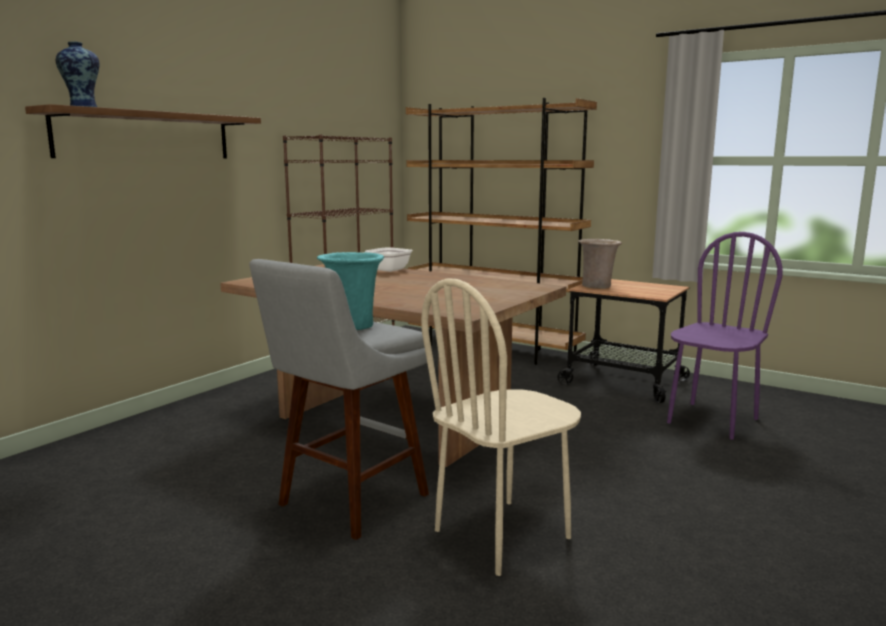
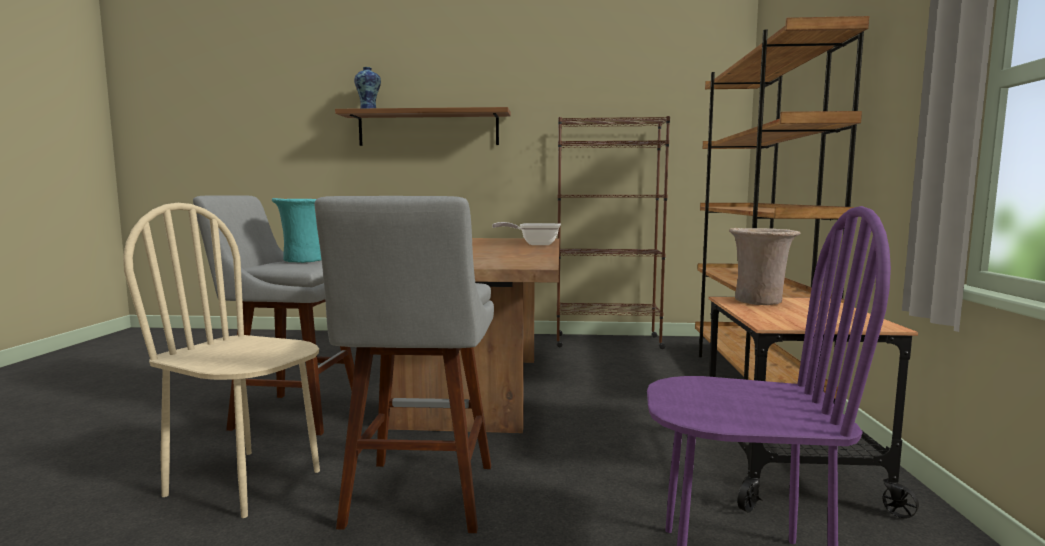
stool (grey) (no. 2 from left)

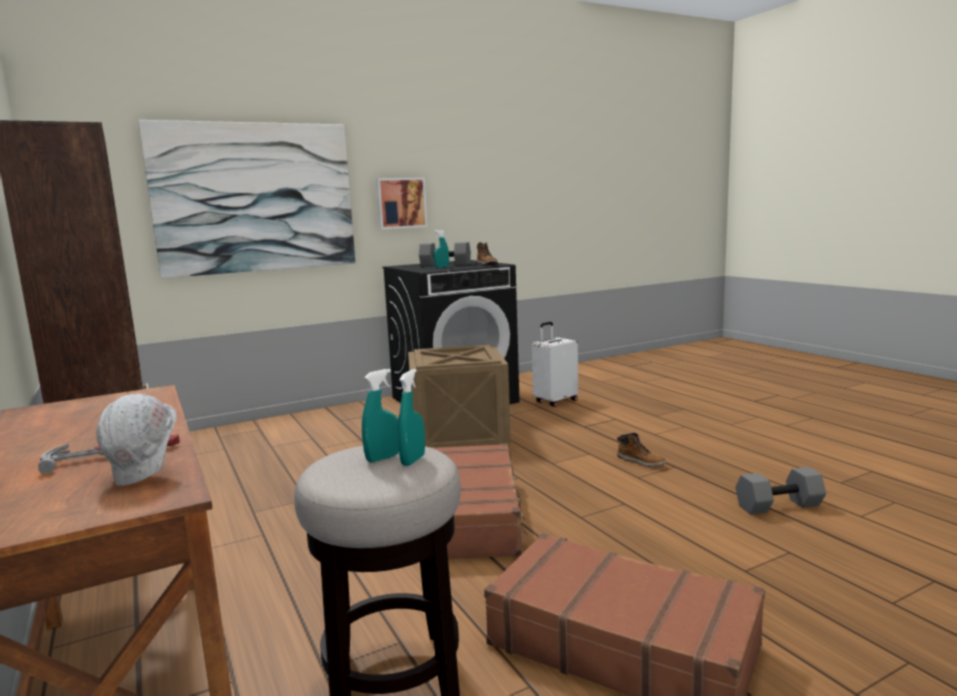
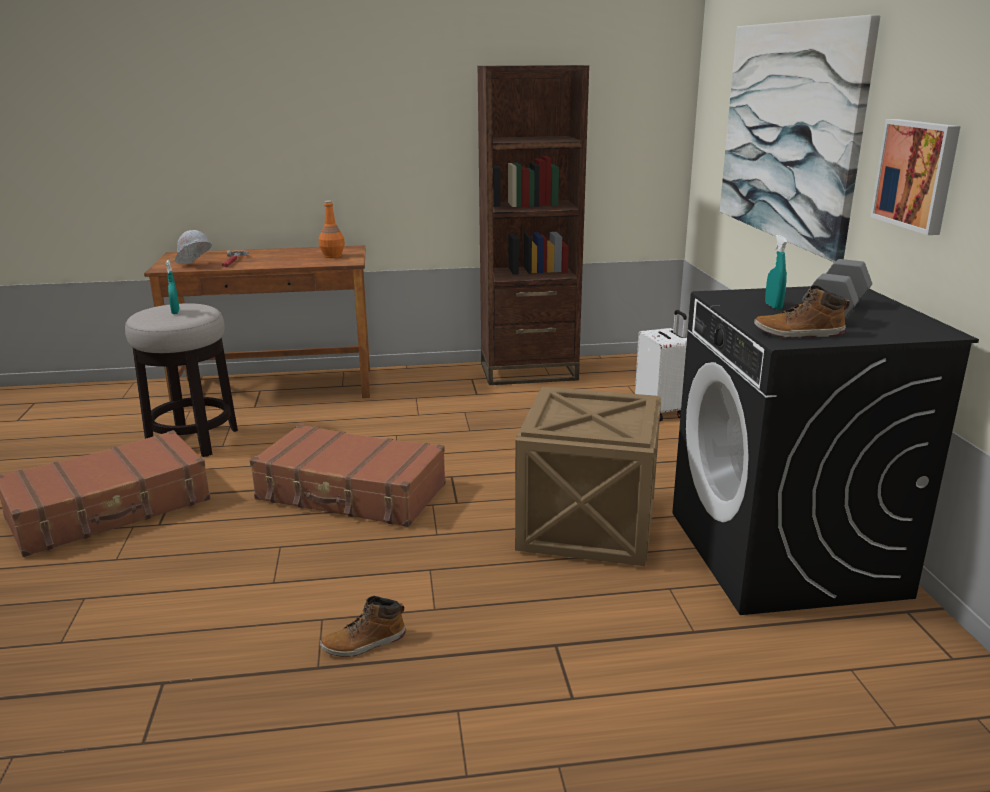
suitcase (white)
spray bottle (turquoise) (no. 2 from left in the first image)
dumbbell (grey) (no. 2 from left in the first image)
bottle (orange)

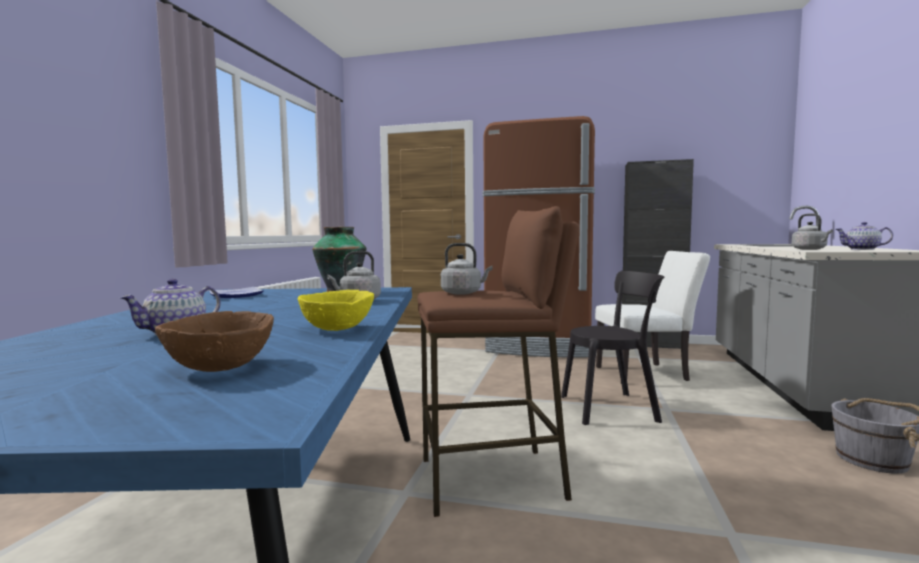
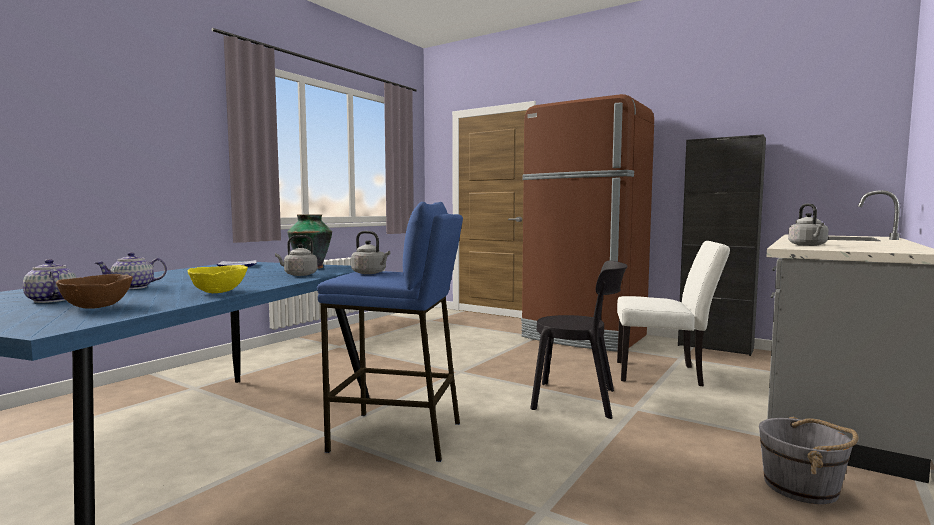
stool (blue)
teapot (no. 1 from left)

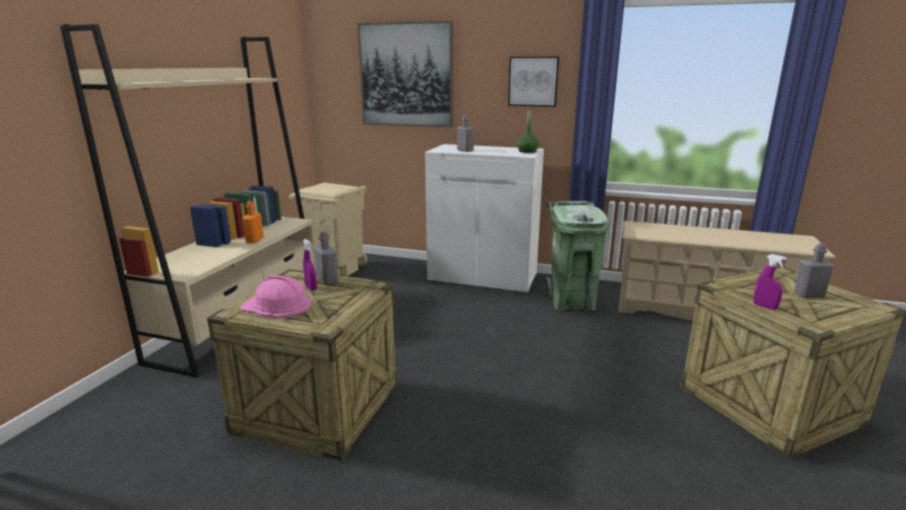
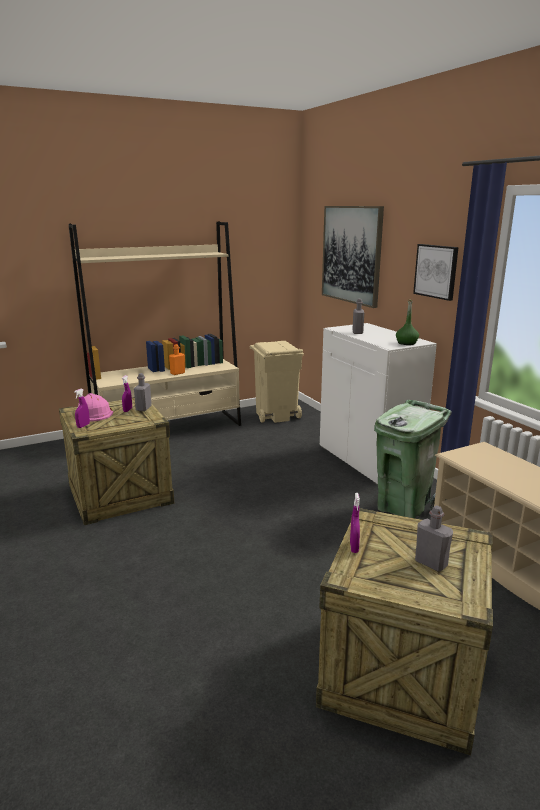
spray bottle (purple) (no. 1 from left)

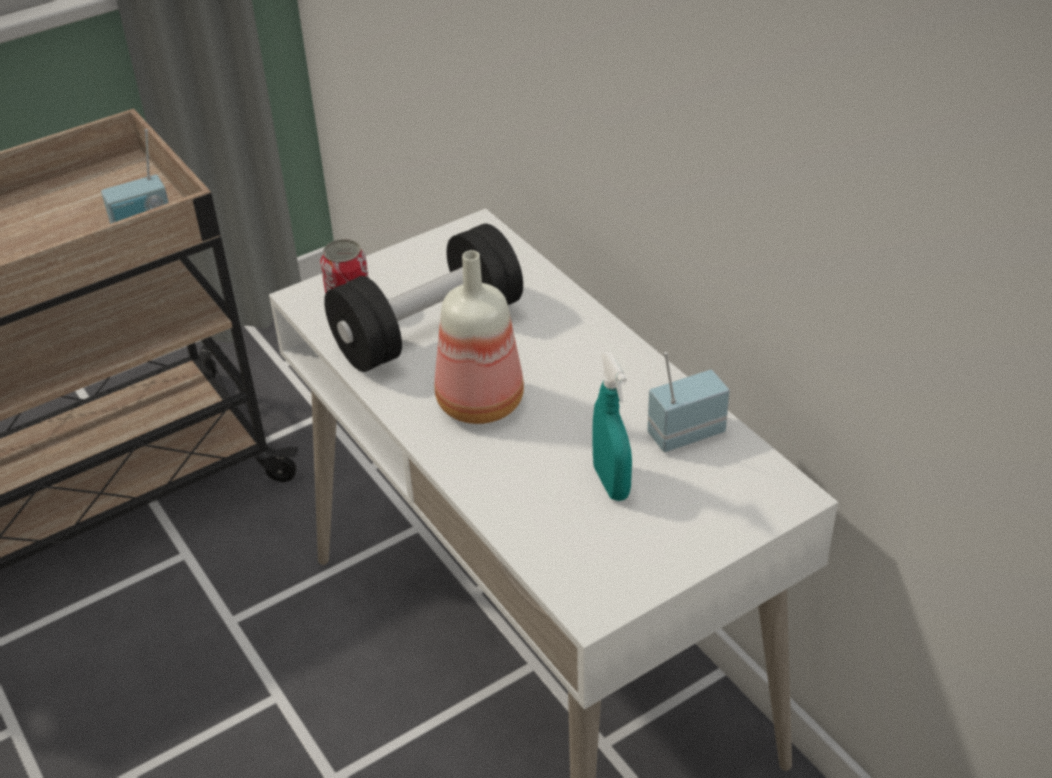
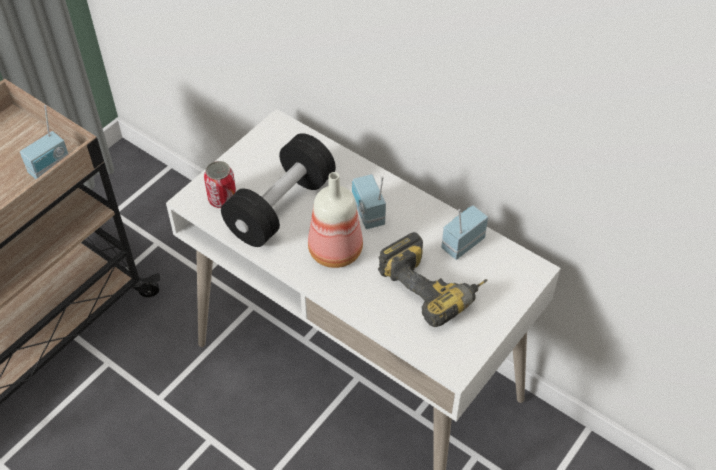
power drill
radio (no. 2 from left)

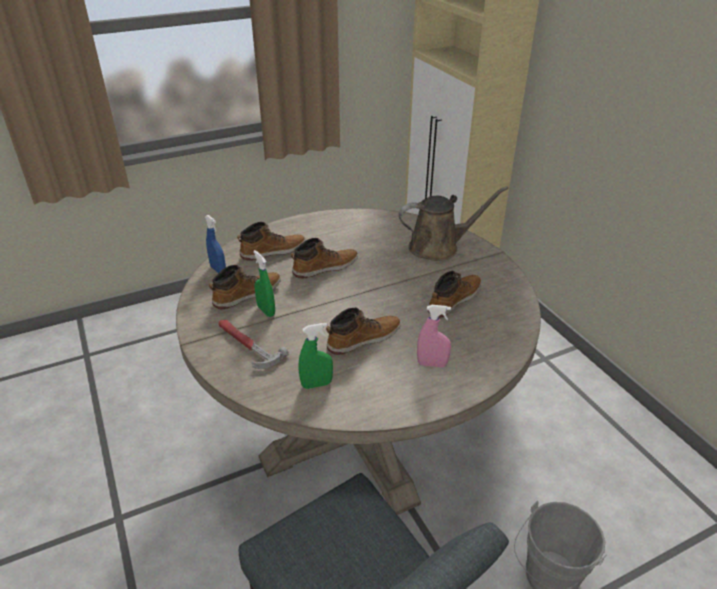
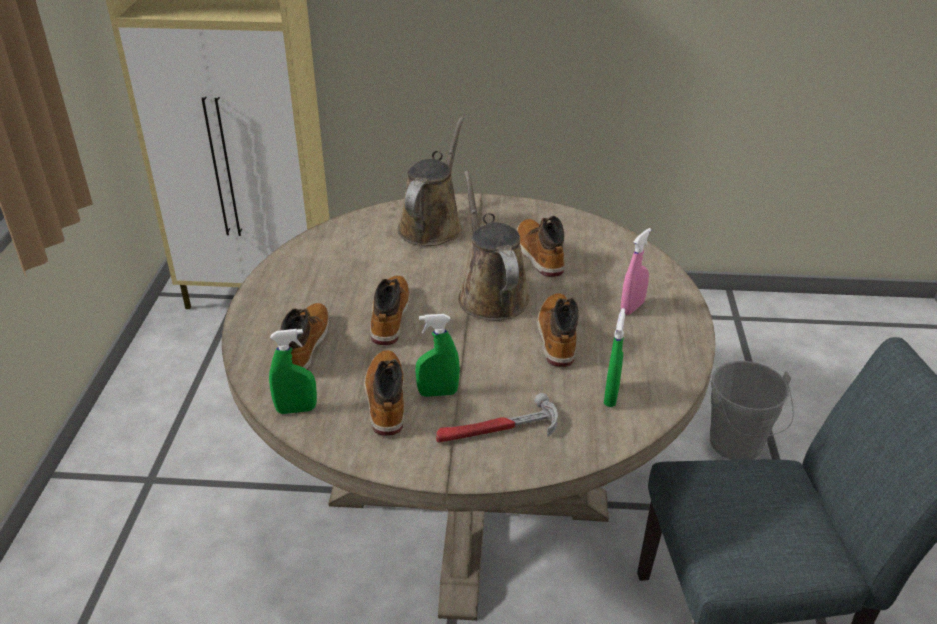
spray bottle (green) (no. 1 from left)
watering can (brown) (no. 2 from left)

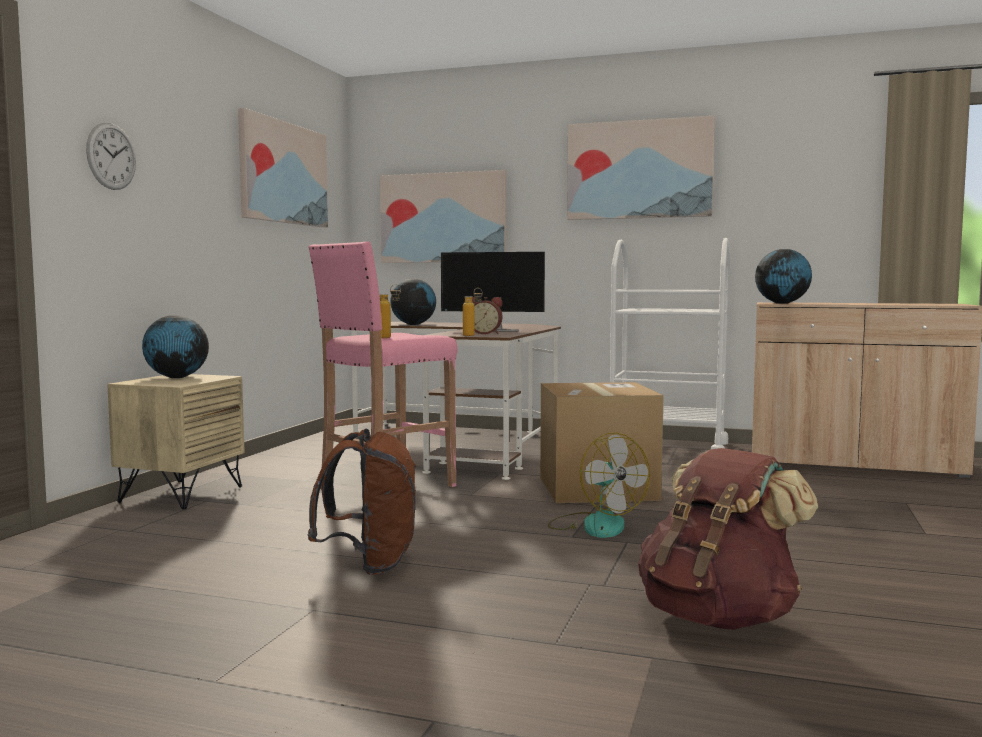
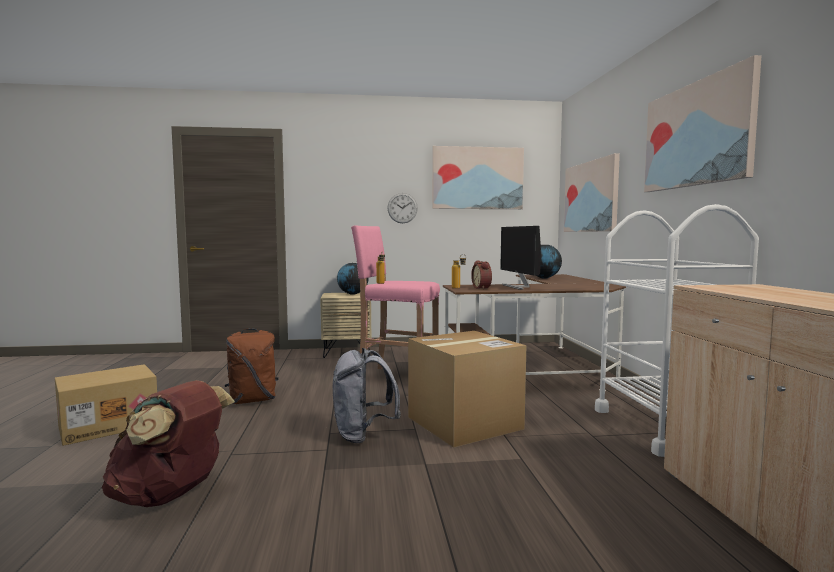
wall clock
globe (no. 3 from left in the first image)
backpack (grey)
cardboard box (no. 1 from left)

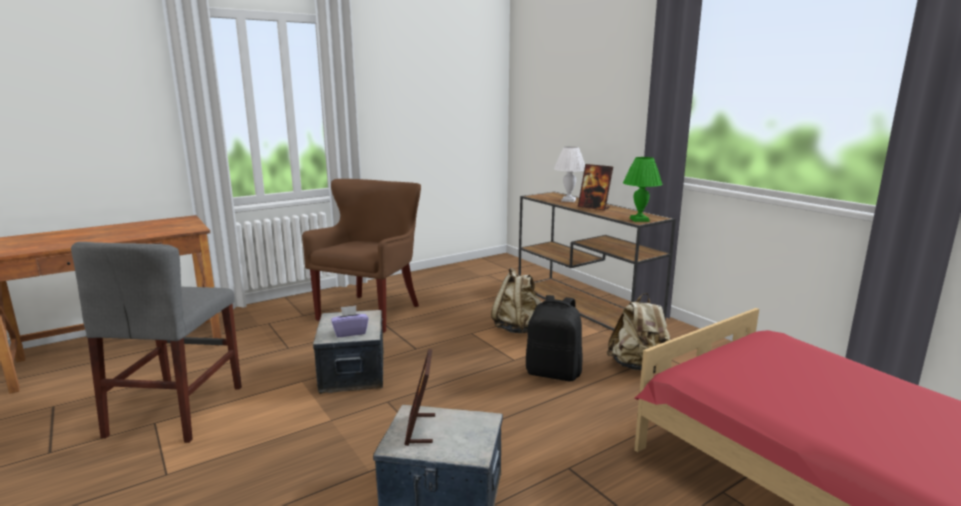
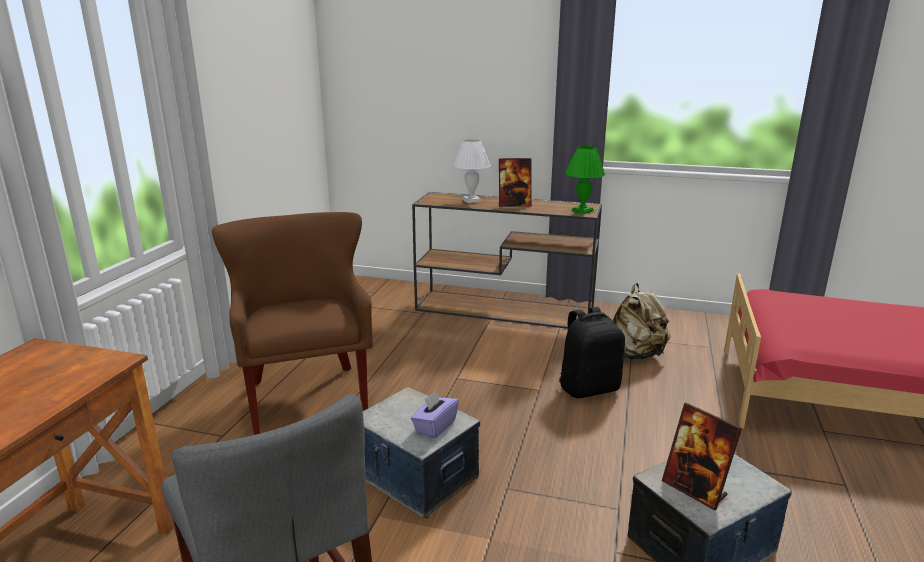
backpack (beige) (no. 1 from left in the first image)

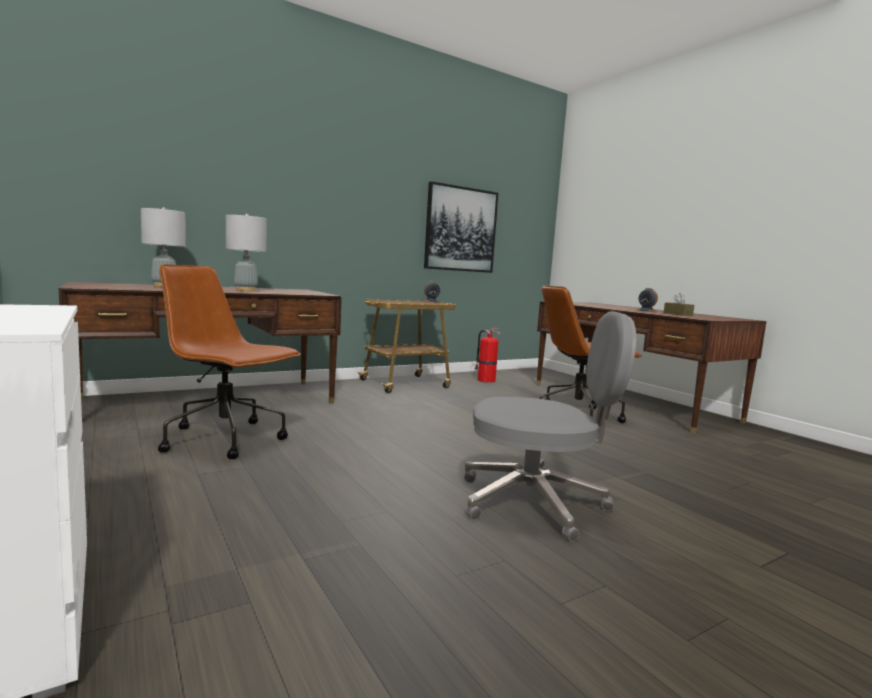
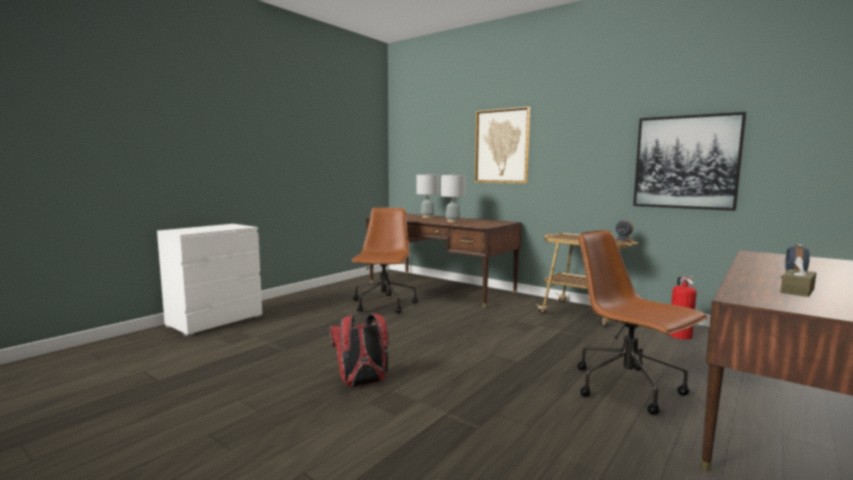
backpack (red)
picture (no. 1 from left)

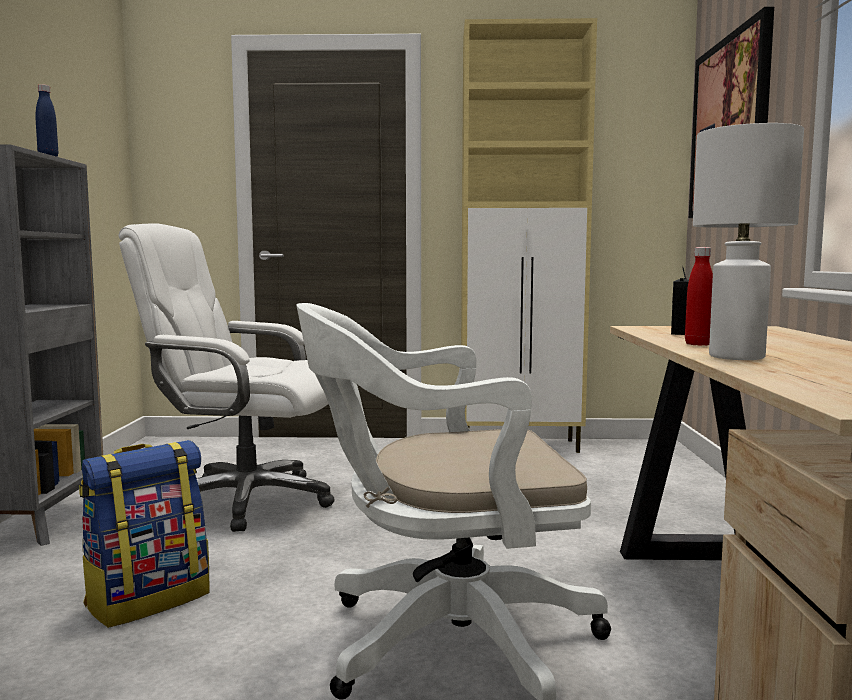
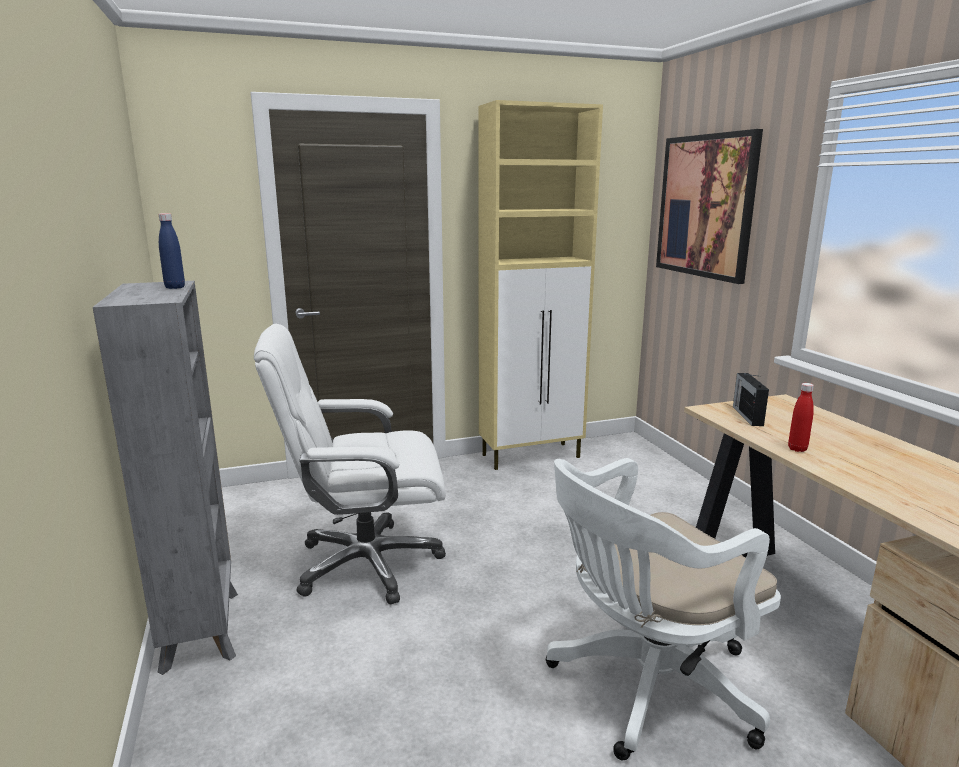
table lamp (white)
backpack

